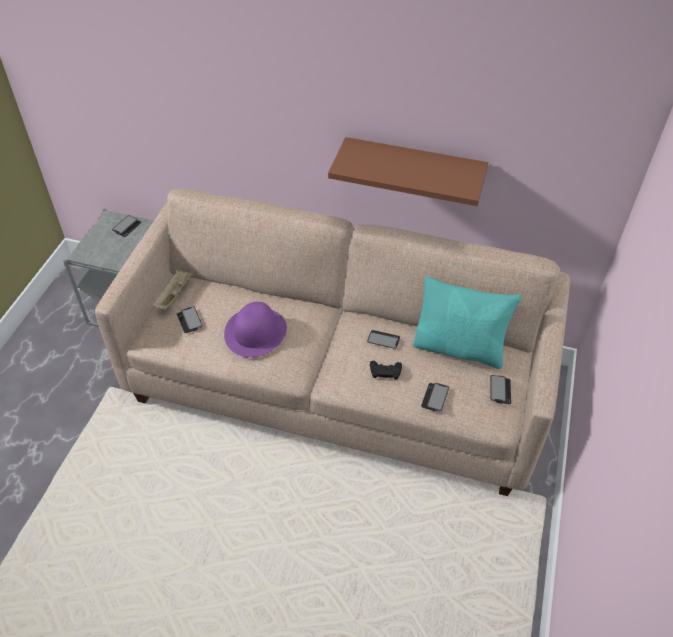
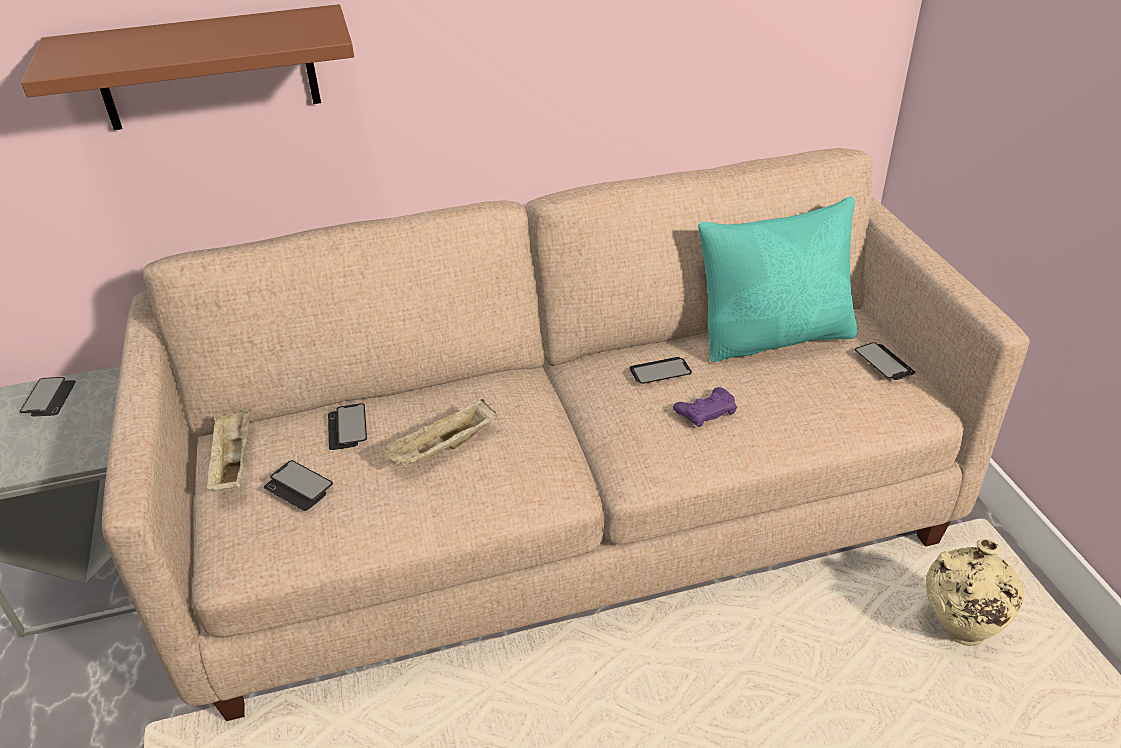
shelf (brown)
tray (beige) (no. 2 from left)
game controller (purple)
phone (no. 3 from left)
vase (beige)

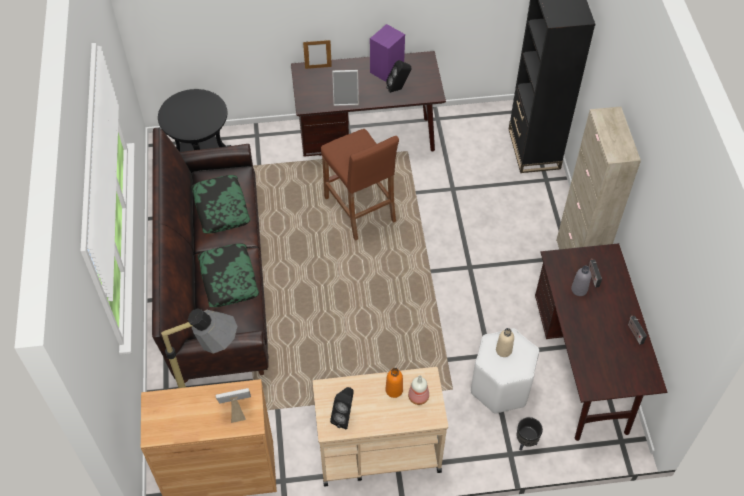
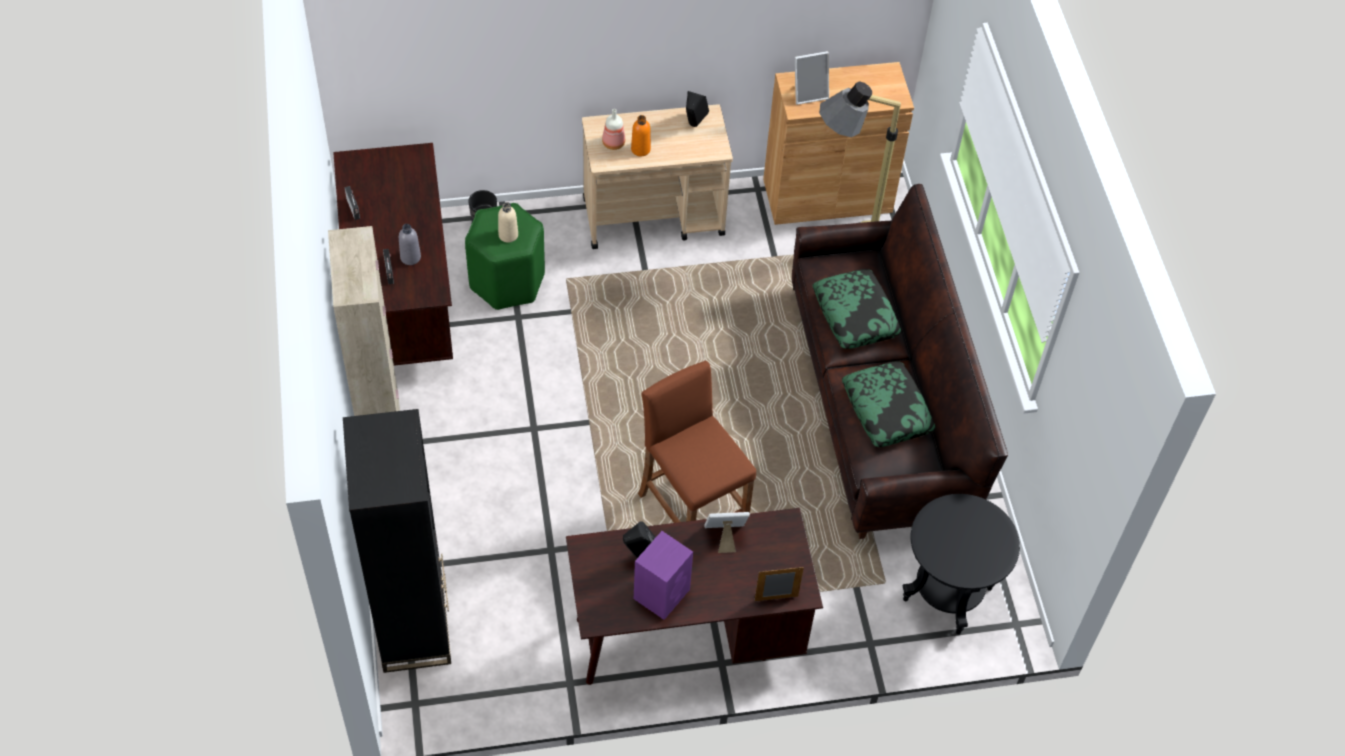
stool (green)

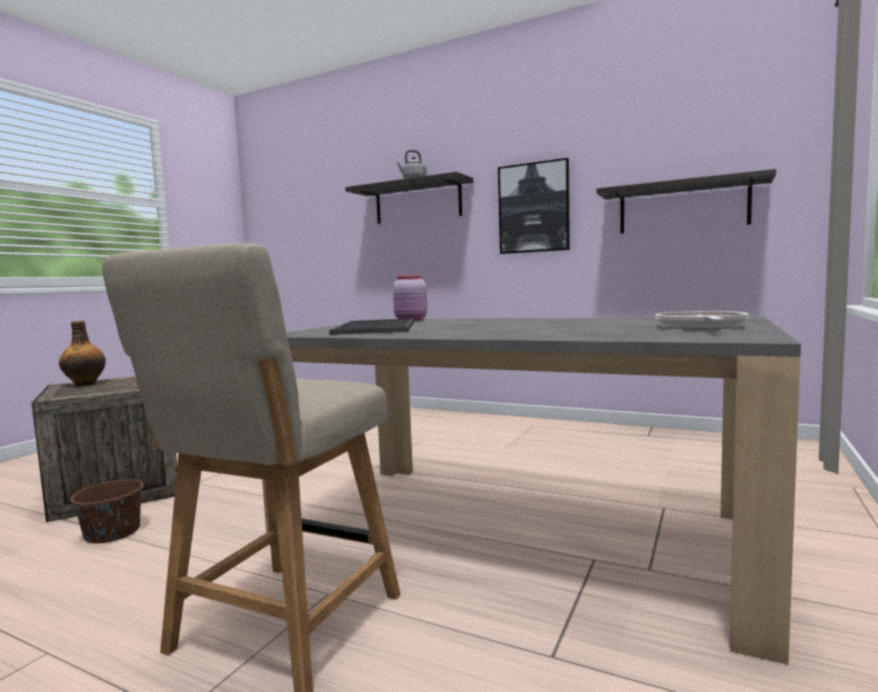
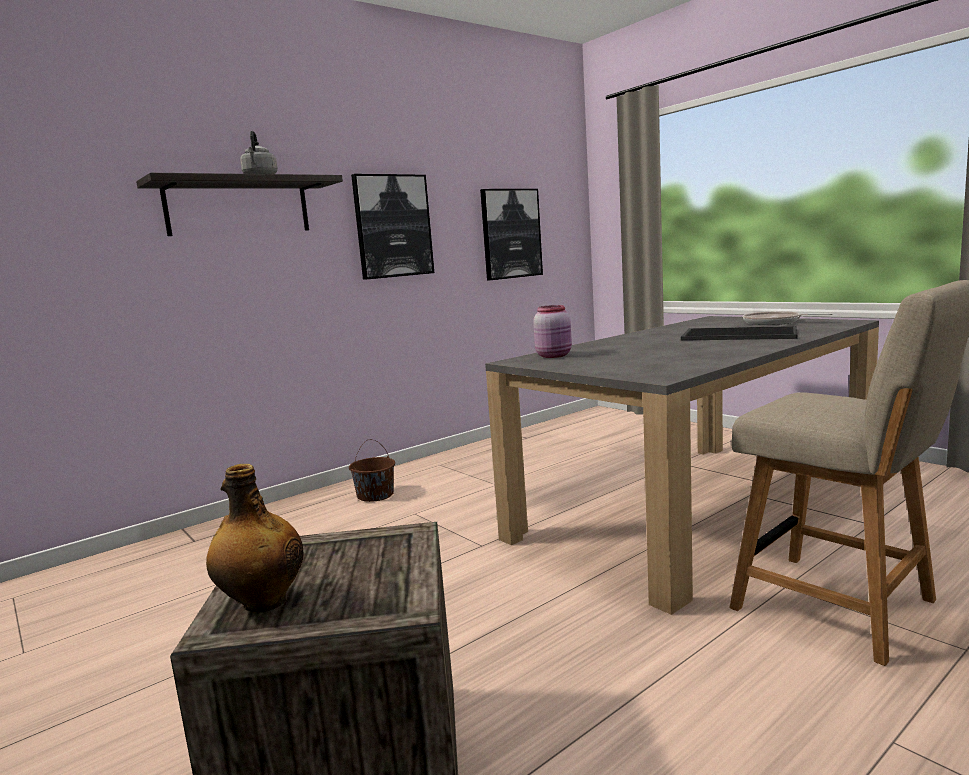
picture (no. 2 from left)
tray
bucket (brown)

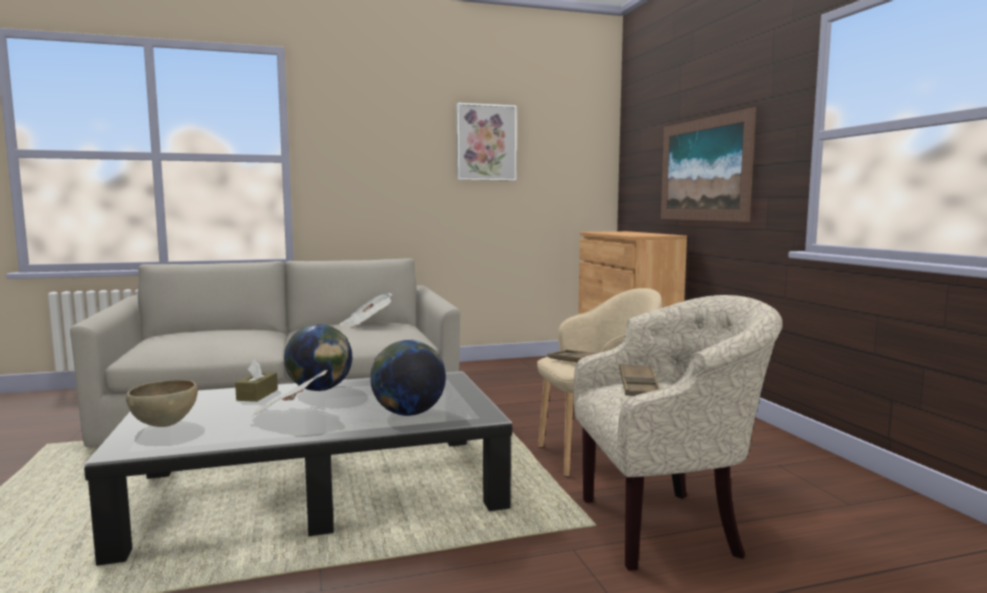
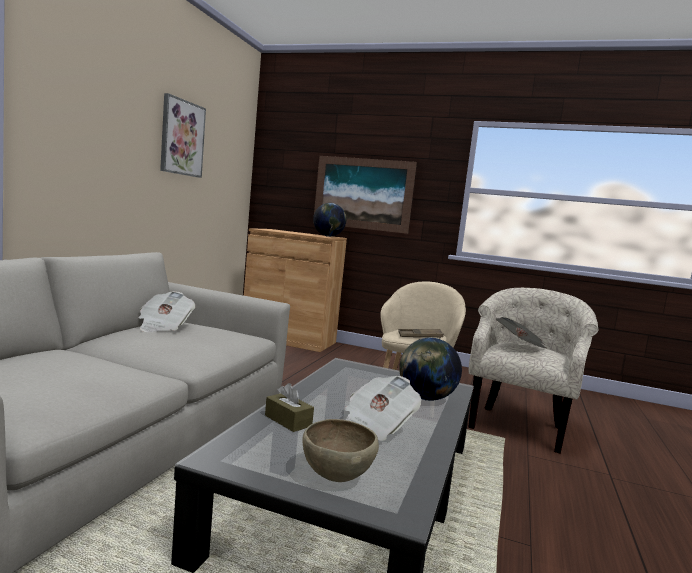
globe (no. 1 from left)
newspaper (no. 3 from left)

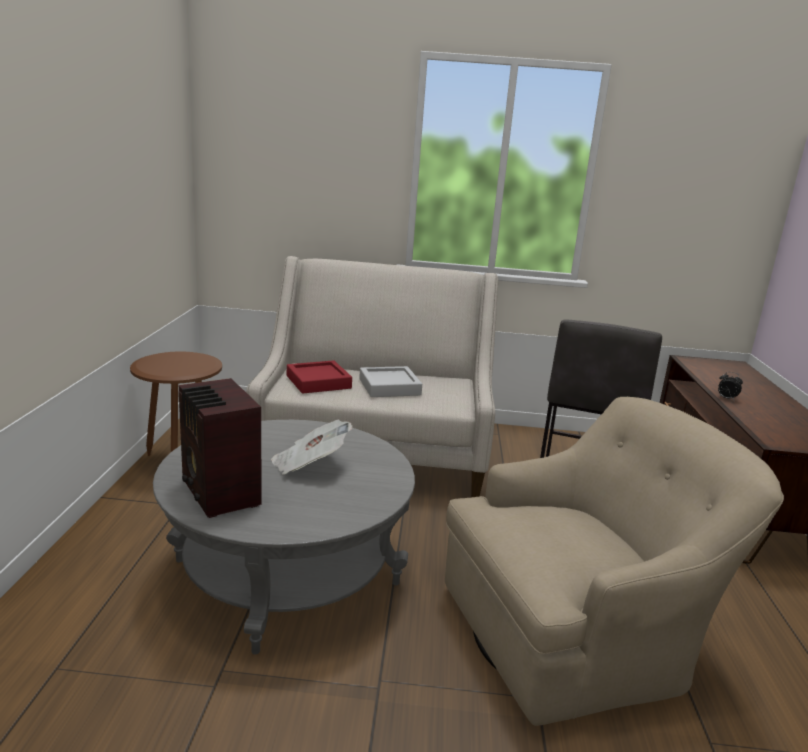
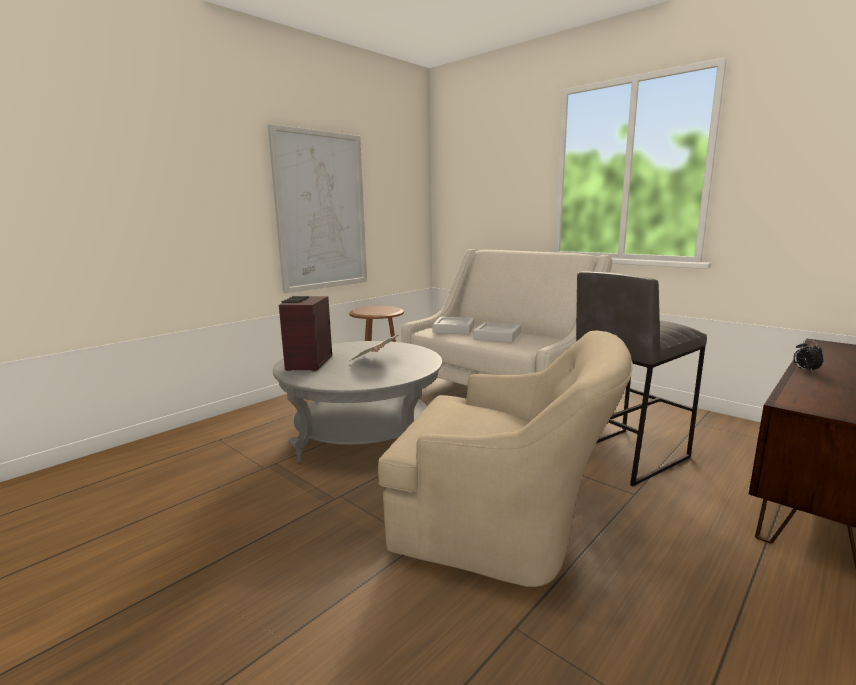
tray (grey) (no. 1 from left)
picture

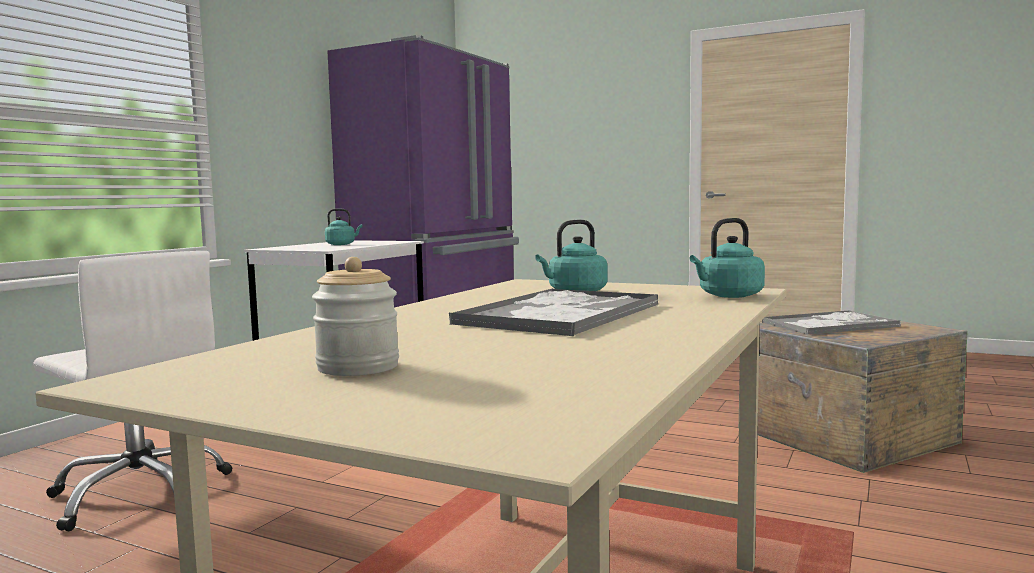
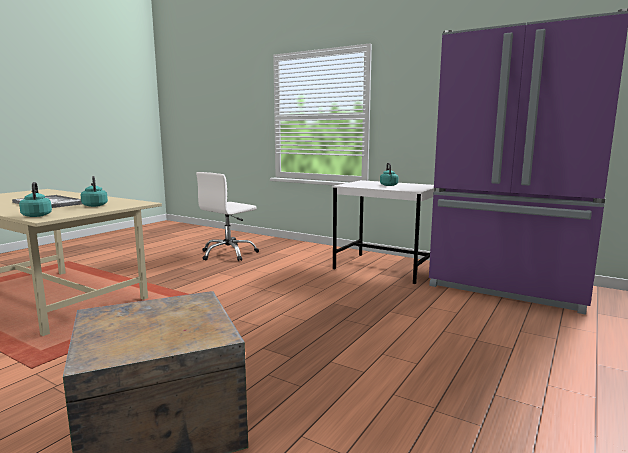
jar
tray (no. 2 from left in the first image)

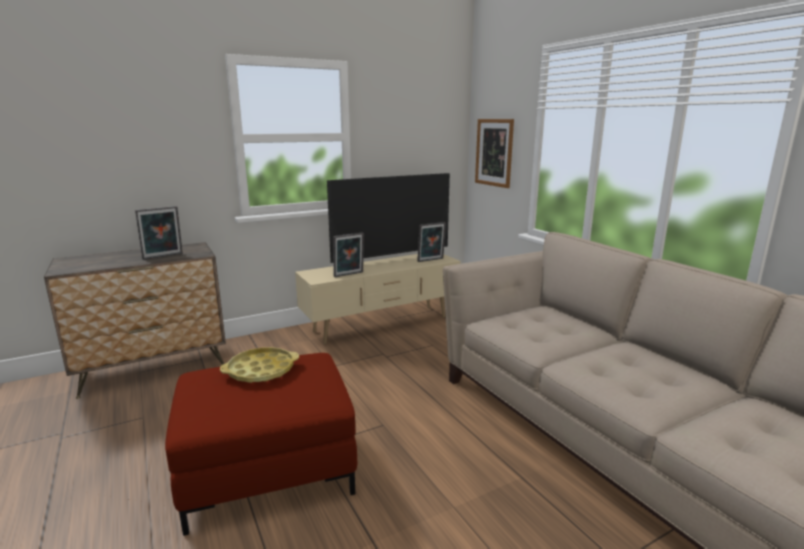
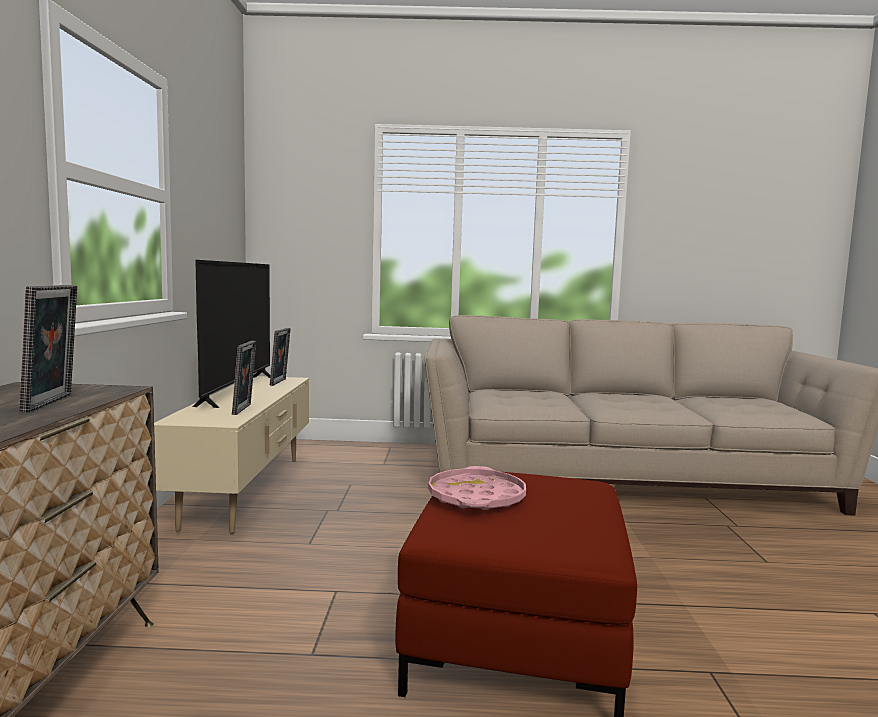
picture
tray (pink)

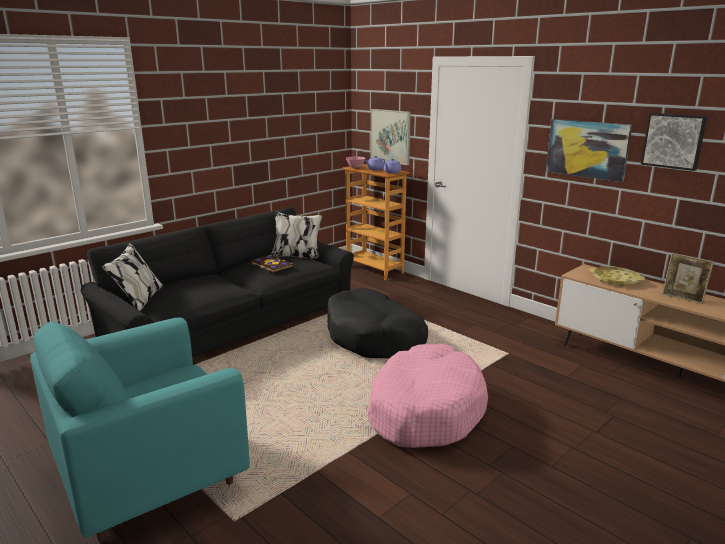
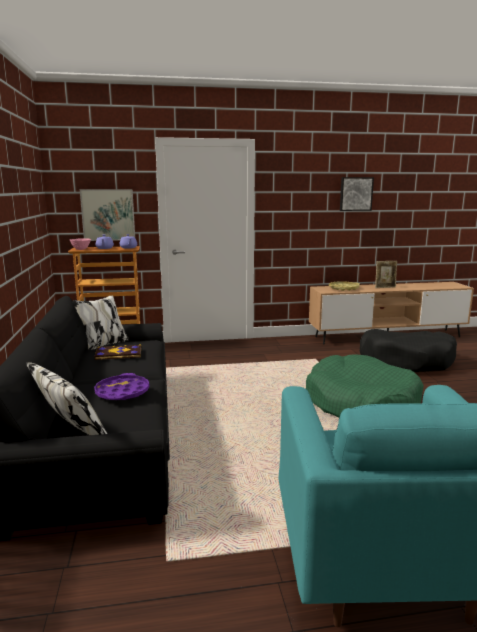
picture (no. 2 from left in the first image)
dog bed (black)
dog bed (green)
tray (purple)

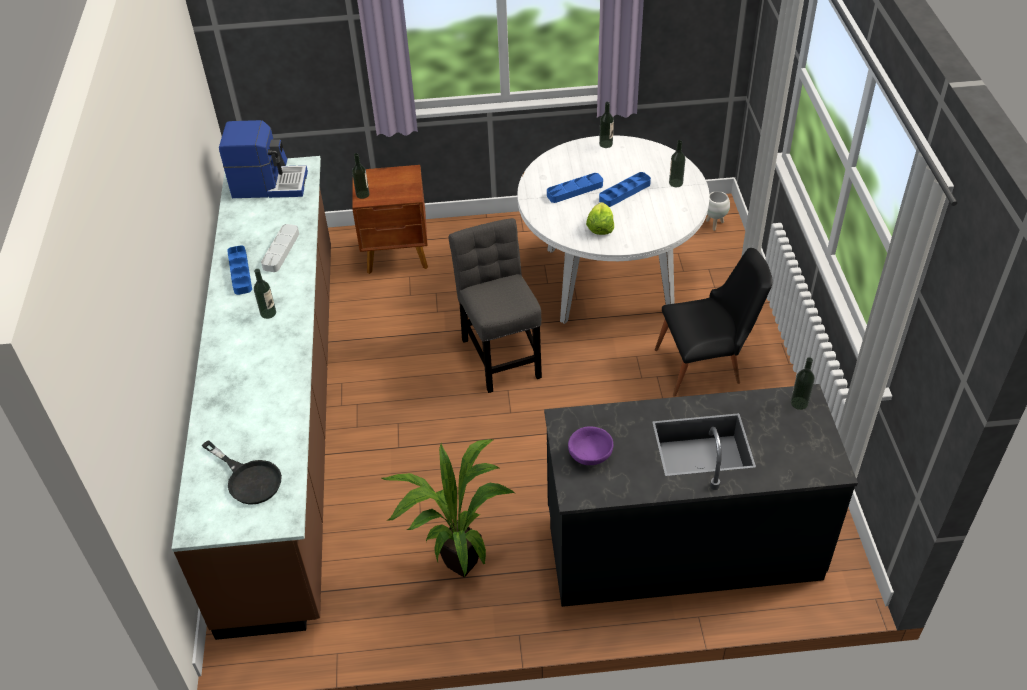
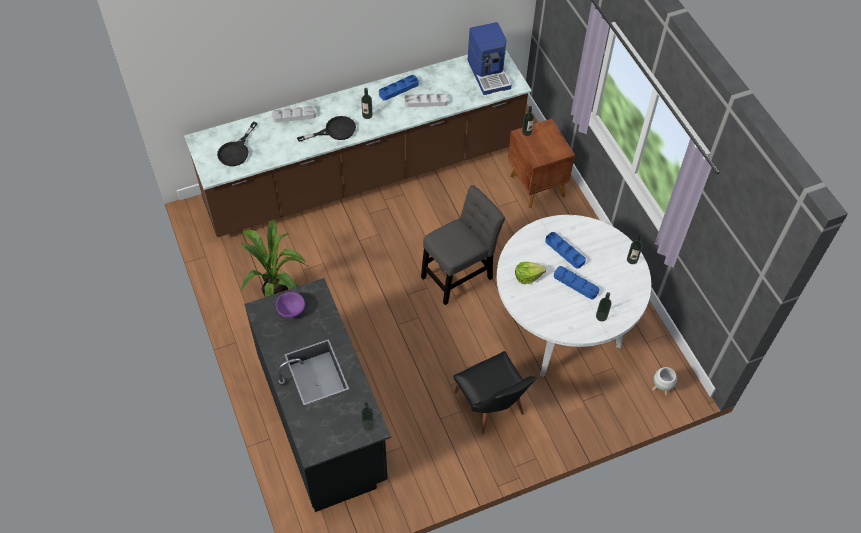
tray (grey) (no. 1 from left)
frying pan (black) (no. 2 from left)

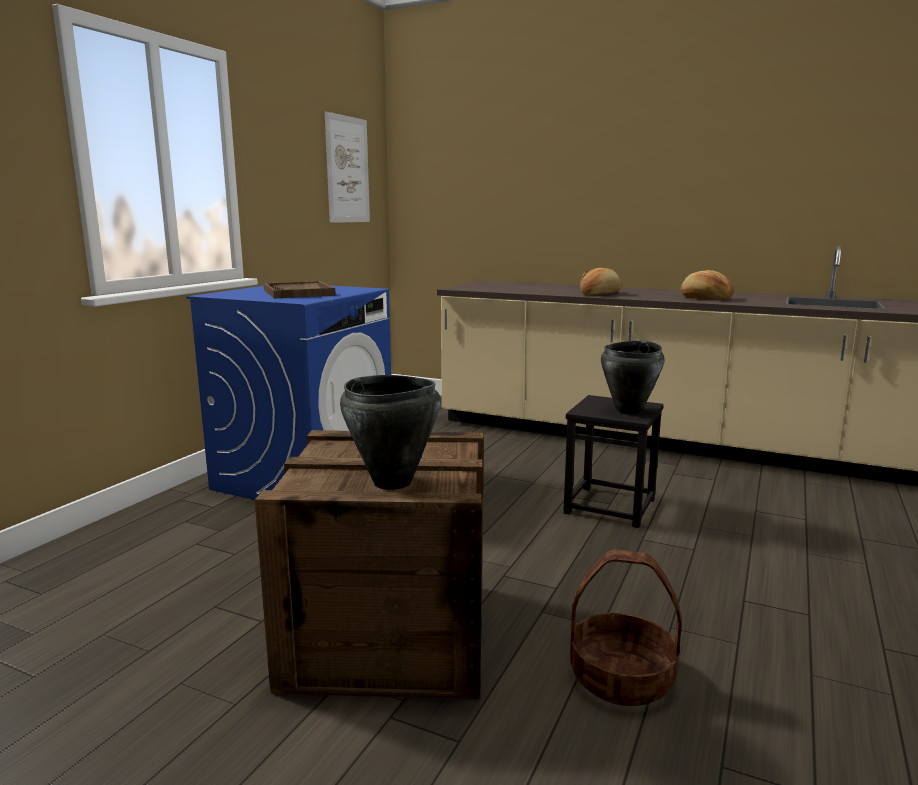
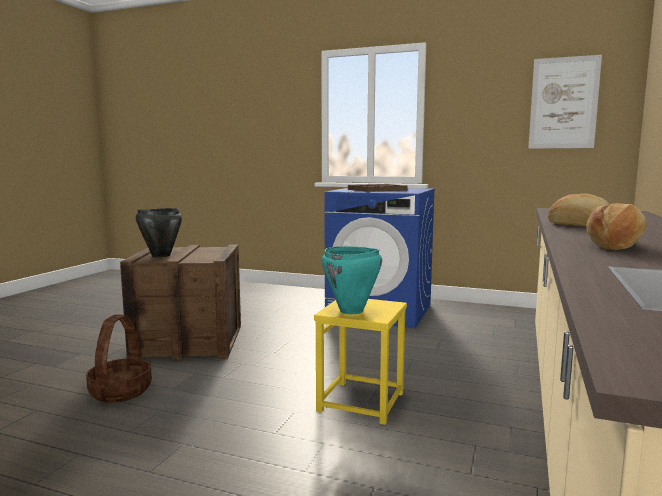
cooking pot (turquoise)
stool (yellow)

